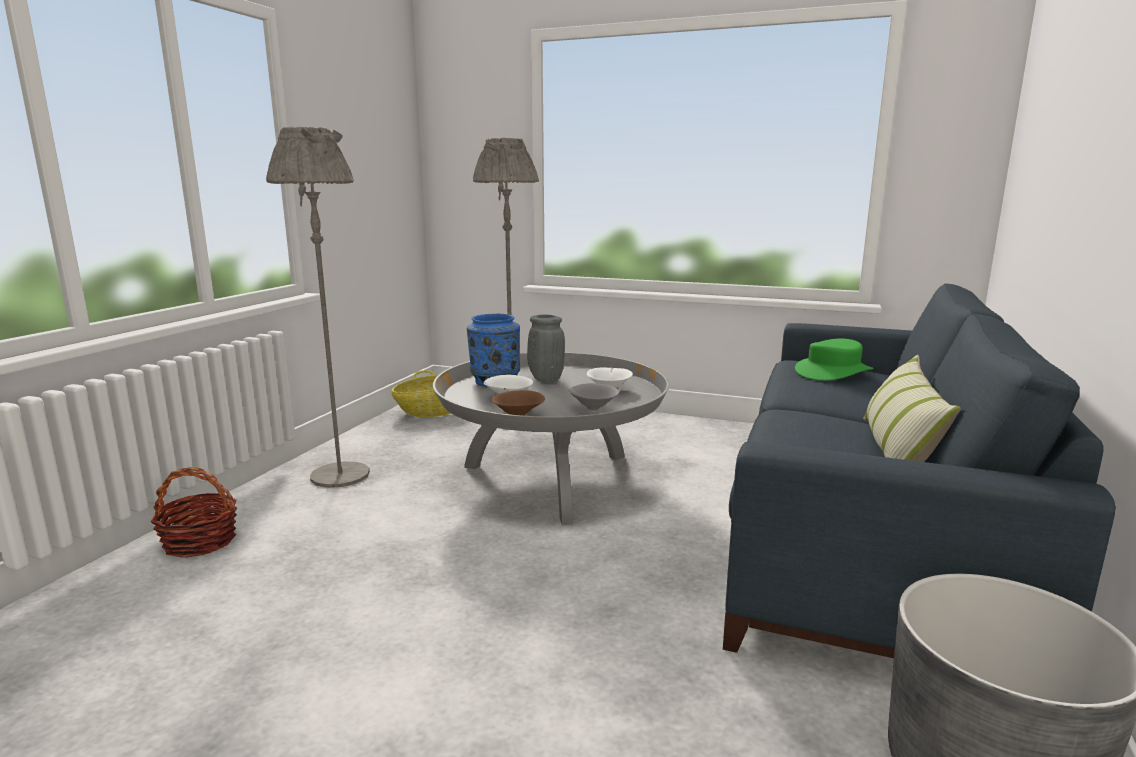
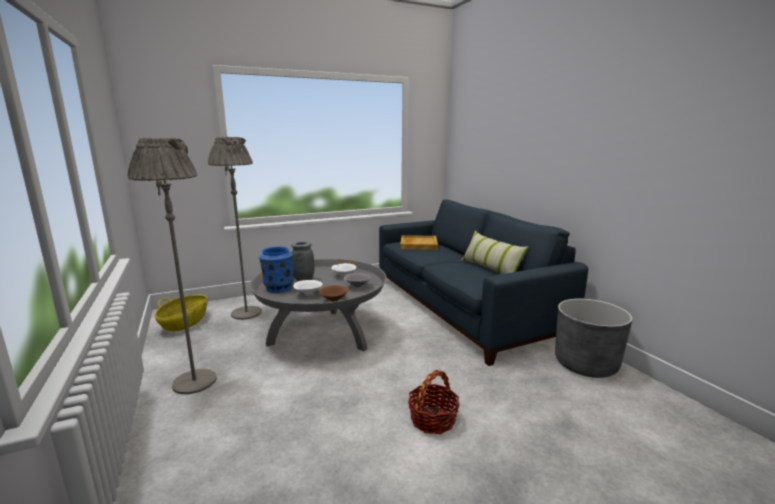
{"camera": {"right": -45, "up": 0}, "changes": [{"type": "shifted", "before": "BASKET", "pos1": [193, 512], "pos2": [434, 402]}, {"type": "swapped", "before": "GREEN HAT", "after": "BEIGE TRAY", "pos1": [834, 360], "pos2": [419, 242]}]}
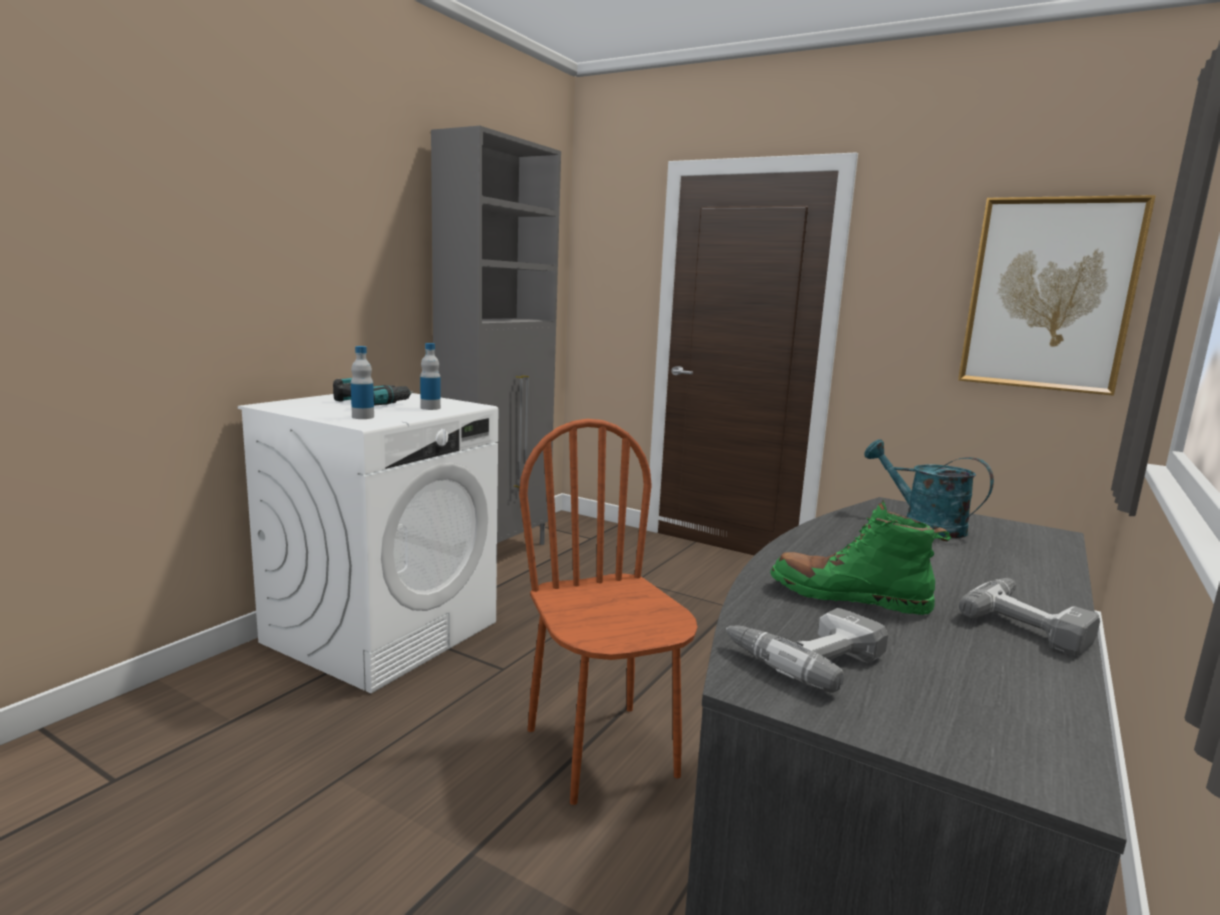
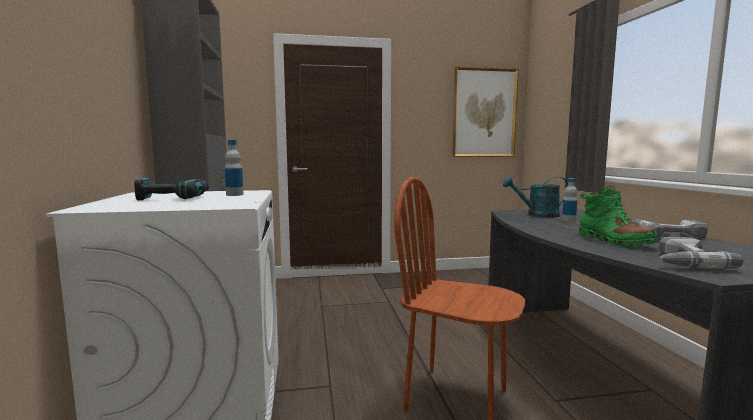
{"camera": {"right": -40, "up": -5}, "changes": [{"type": "shifted", "before": "BOTTLE", "pos1": [362, 382], "pos2": [569, 200]}, {"type": "rotated", "before": "GREEN BOOT", "pos1": [860, 557], "pos2": [619, 216], "turn": -90}]}
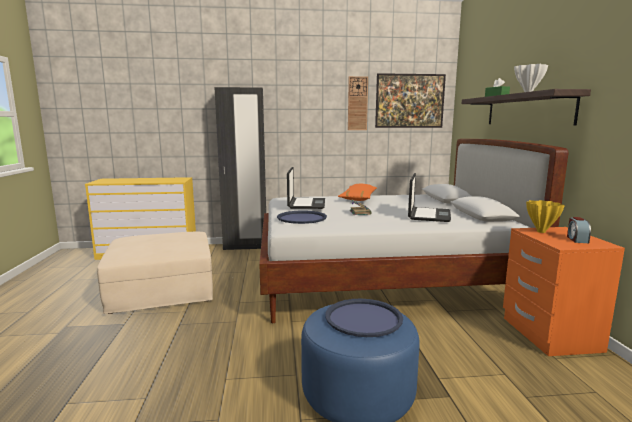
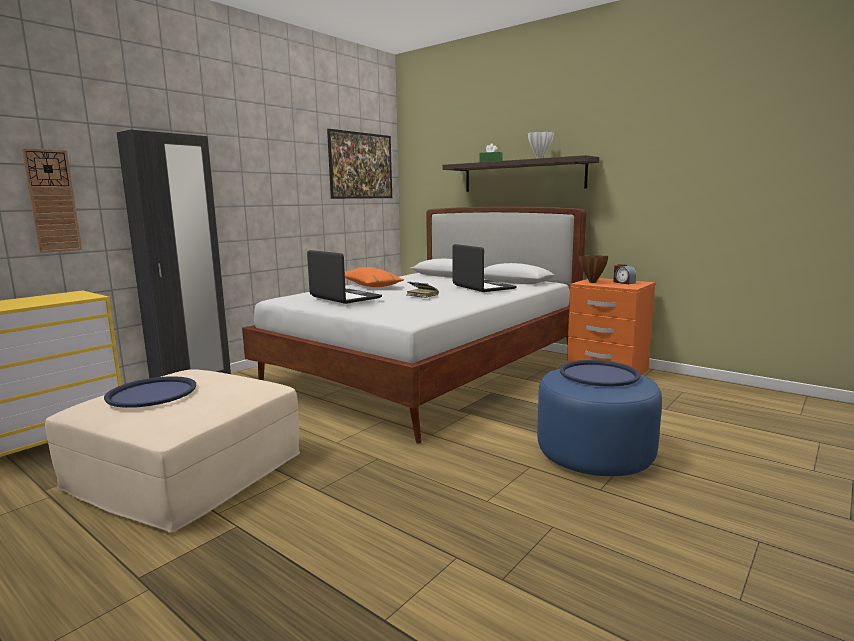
{"camera": {"right": -45, "up": 0}, "changes": [{"type": "shifted", "before": "BLUE TRAY", "pos1": [302, 217], "pos2": [150, 392]}, {"type": "shifted", "before": "WALL CLOCK", "pos1": [358, 103], "pos2": [52, 200]}, {"type": "repainted", "before": "YELLOW VASE", "after": "BROWN VASE", "pos1": [545, 216], "pos2": [593, 269]}]}
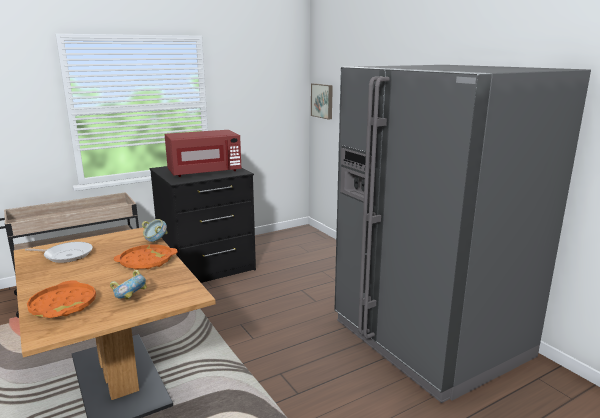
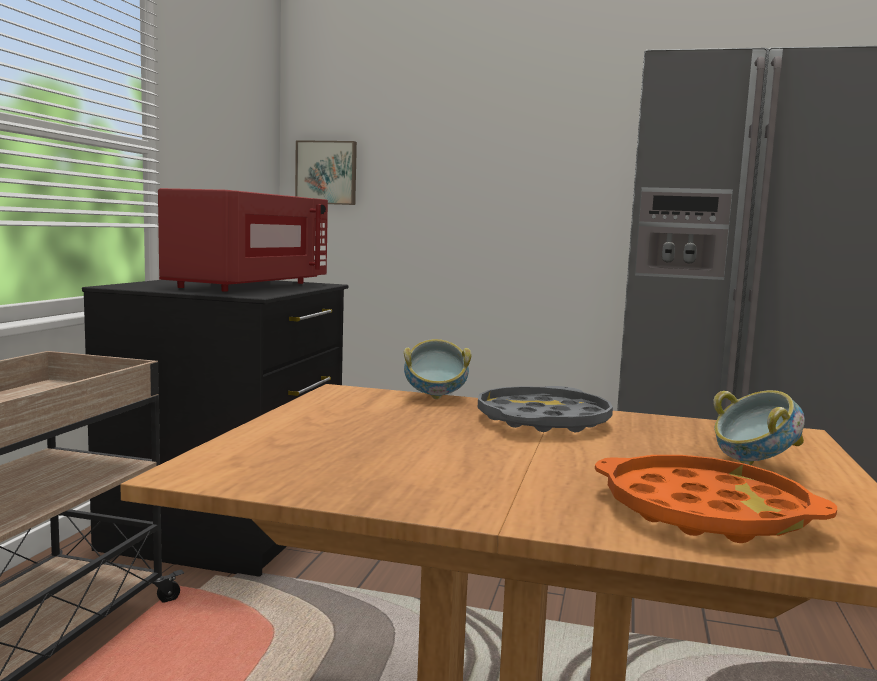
{"camera": {"right": -45, "up": -10}, "changes": [{"type": "gone", "before": "FRYING PAN", "pos1": [59, 252]}, {"type": "repainted", "before": "ORANGE TRAY", "after": "GREY TRAY", "pos1": [146, 257], "pos2": [545, 409]}]}
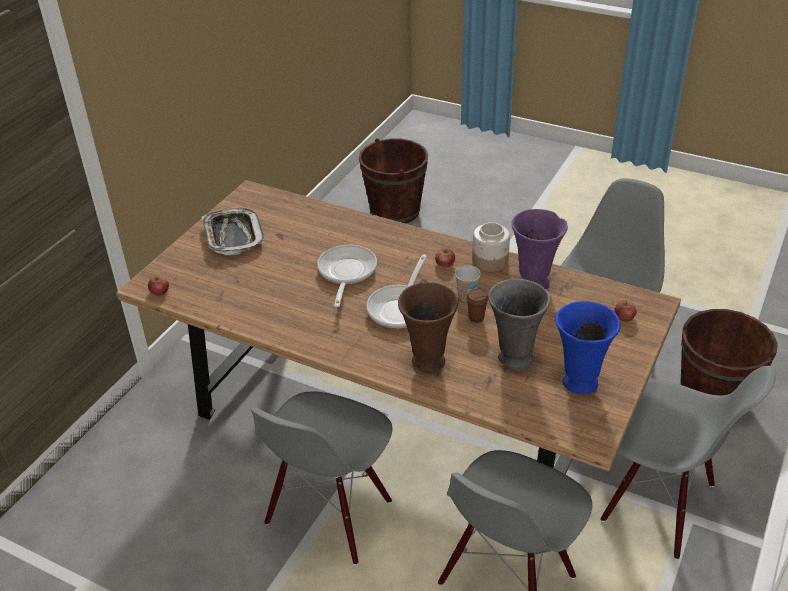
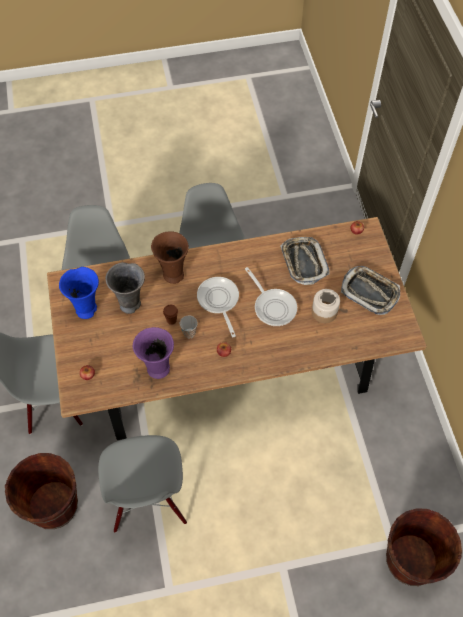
{"camera": {"right": 140, "up": 20}, "changes": [{"type": "new", "after": "TRAY", "pos2": [305, 261]}, {"type": "shifted", "before": "JAR", "pos1": [491, 247], "pos2": [326, 306]}]}
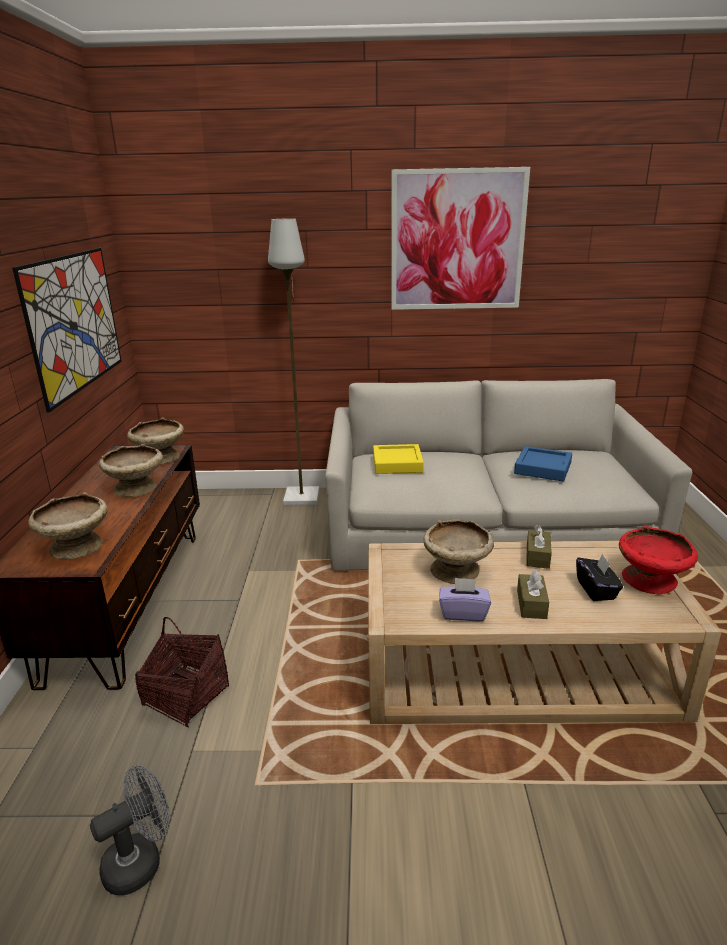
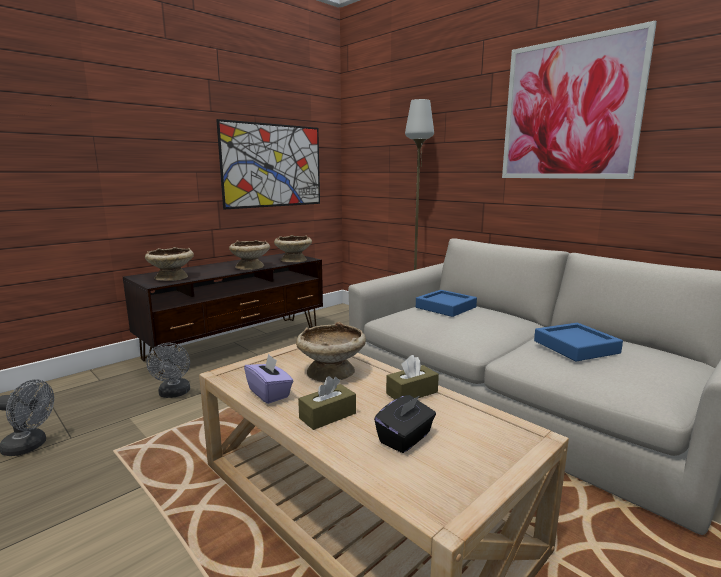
{"camera": {"right": 45, "up": -10}, "changes": [{"type": "gone", "before": "RED BOWL", "pos1": [658, 560]}, {"type": "swapped", "before": "BASKET", "after": "GREY FAN", "pos1": [182, 672], "pos2": [168, 370]}, {"type": "repainted", "before": "YELLOW TRAY", "after": "BLUE TRAY", "pos1": [398, 459], "pos2": [446, 303]}]}
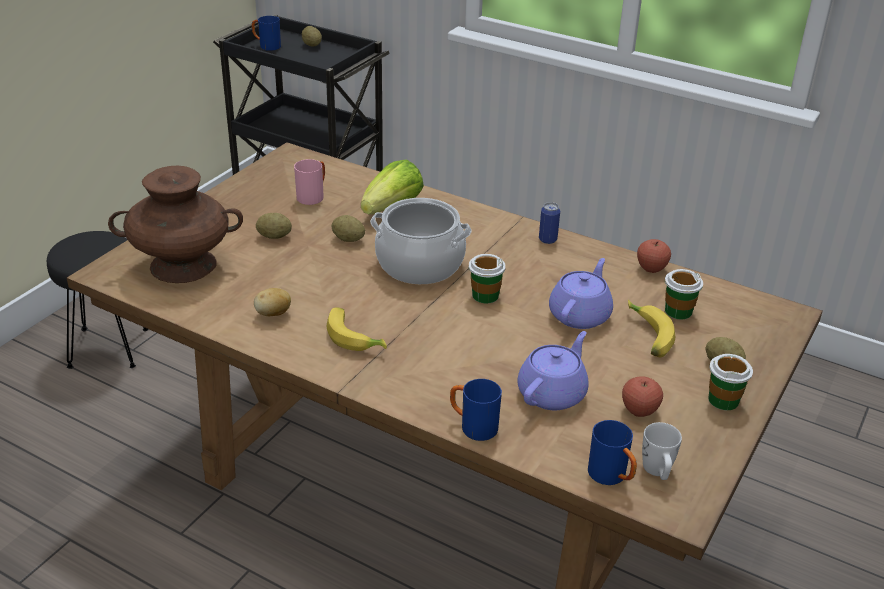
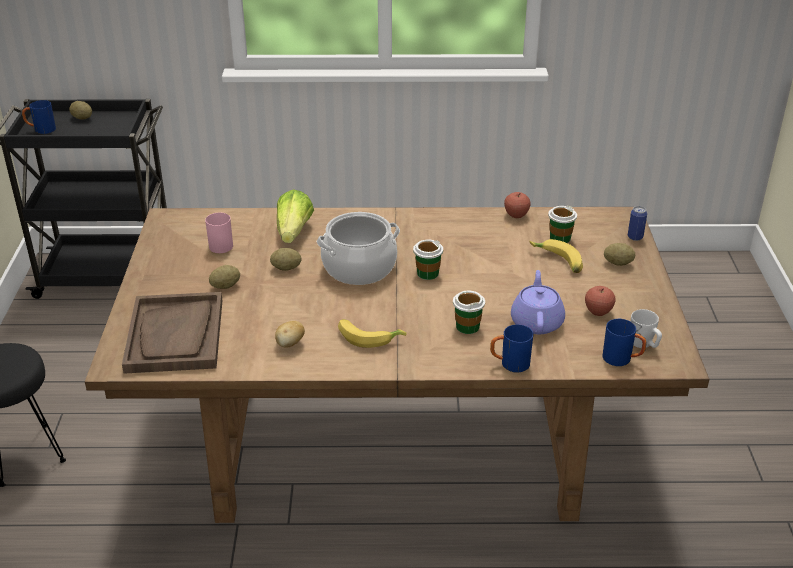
{"camera": {"right": -30, "up": 0}, "changes": [{"type": "gone", "before": "PURPLE TEAPOT", "pos1": [581, 293]}, {"type": "shifted", "before": "CAN", "pos1": [549, 223], "pos2": [637, 223]}, {"type": "shifted", "before": "CUP", "pos1": [730, 382], "pos2": [469, 312]}, {"type": "swapped", "before": "BROWN VASE", "after": "BROWN TRAY", "pos1": [175, 224], "pos2": [172, 333]}]}
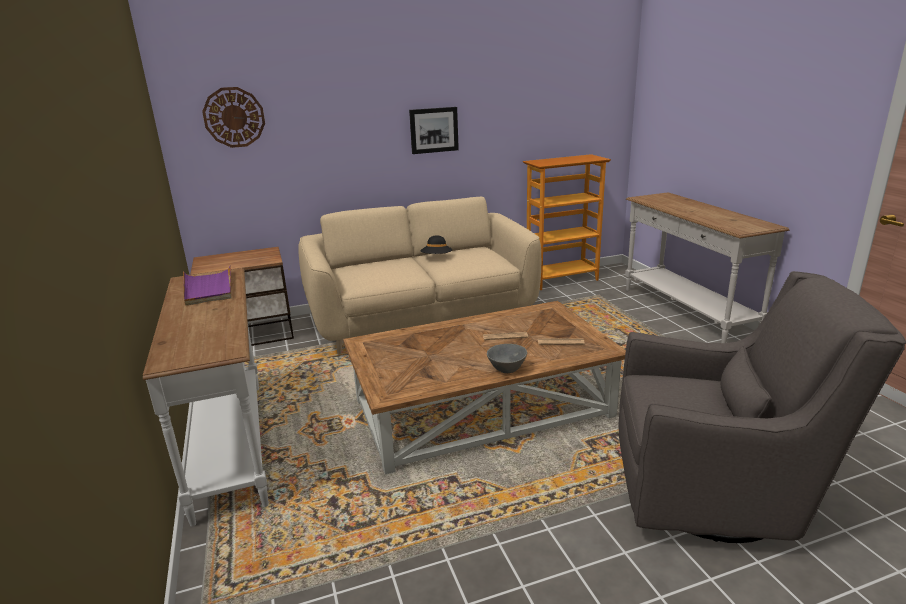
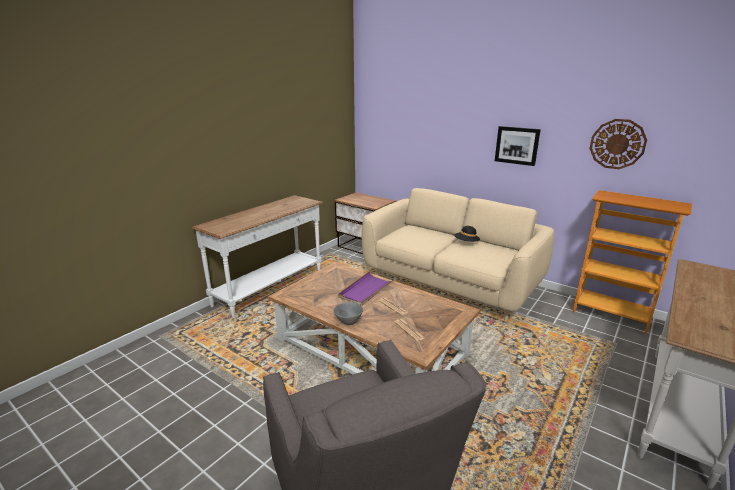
{"camera": {"right": 55, "up": 0}, "changes": [{"type": "shifted", "before": "PURPLE TRAY", "pos1": [207, 285], "pos2": [366, 288]}, {"type": "shifted", "before": "WALL CLOCK", "pos1": [233, 117], "pos2": [618, 144]}]}
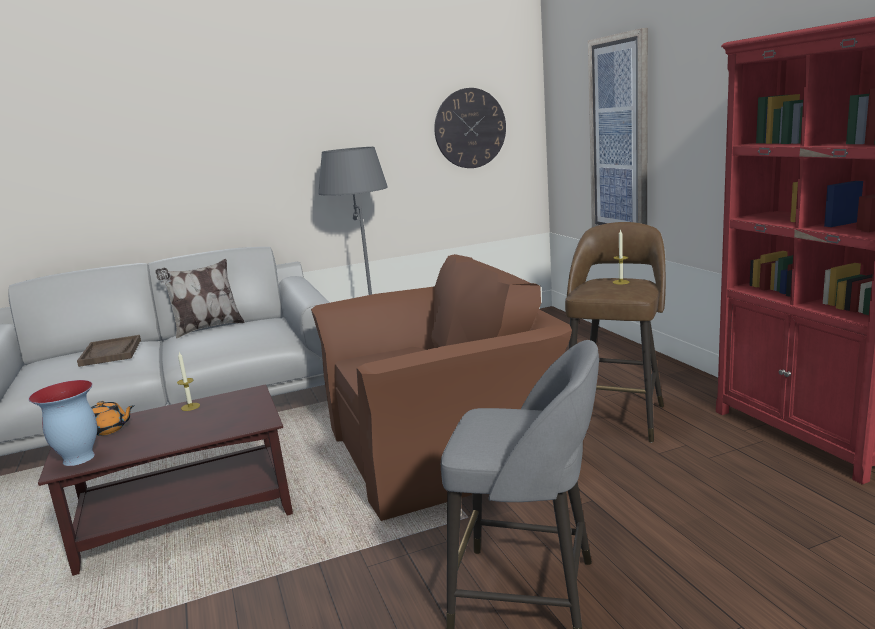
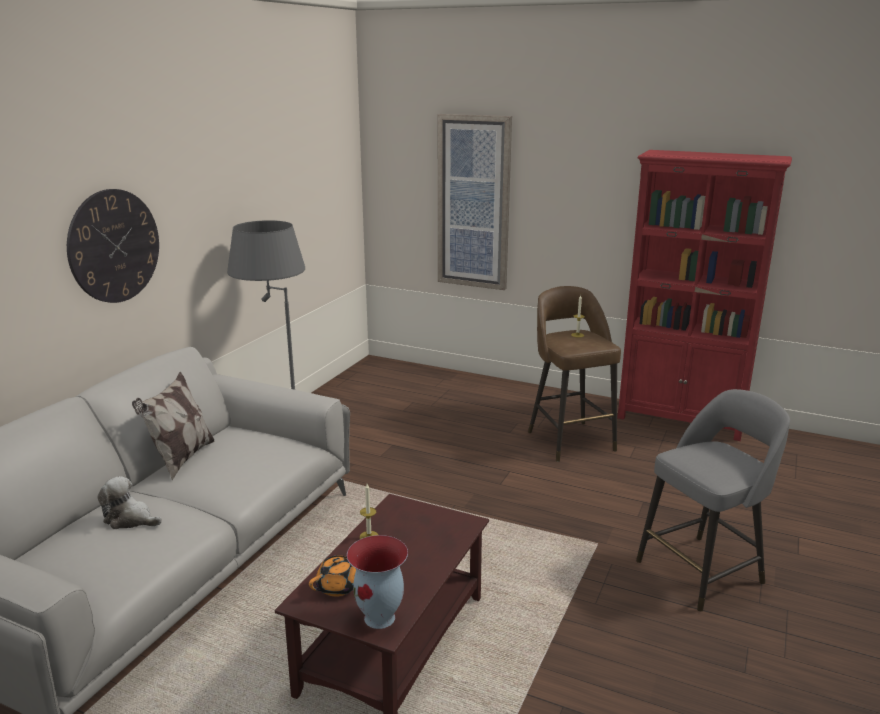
{"camera": {"right": -45, "up": 5}, "changes": [{"type": "gone", "before": "BROWN ARMCHAIR", "pos1": [441, 387]}, {"type": "shifted", "before": "WALL CLOCK", "pos1": [470, 128], "pos2": [113, 246]}, {"type": "swapped", "before": "BROWN TRAY", "after": "PLUSH TOY", "pos1": [109, 351], "pos2": [130, 502]}]}
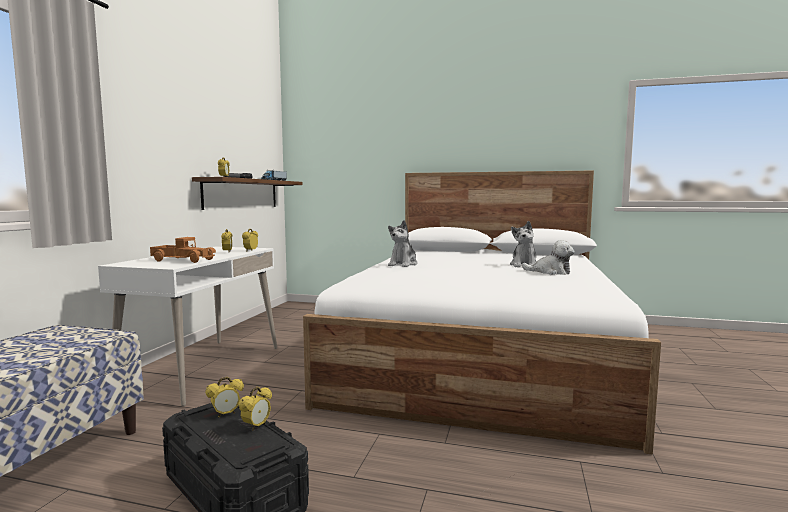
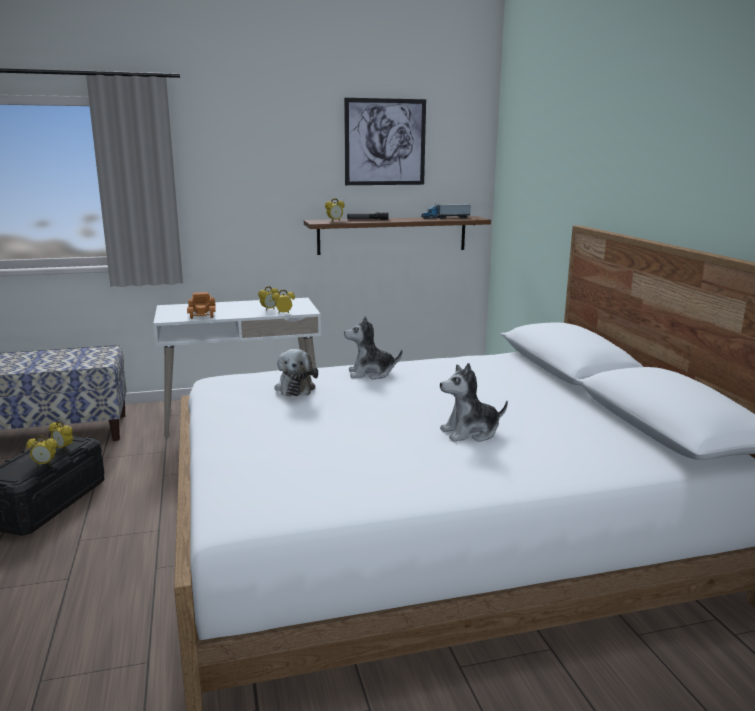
{"camera": {"right": 60, "up": 10}, "changes": [{"type": "new", "after": "PICTURE", "pos2": [385, 141]}, {"type": "shifted", "before": "PLUSH TOY", "pos1": [548, 257], "pos2": [296, 372]}]}
